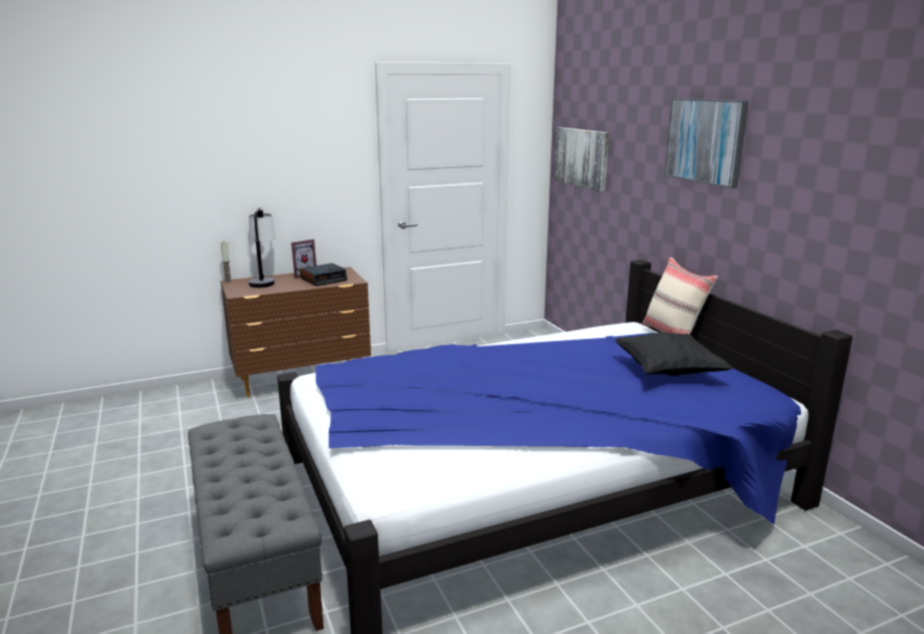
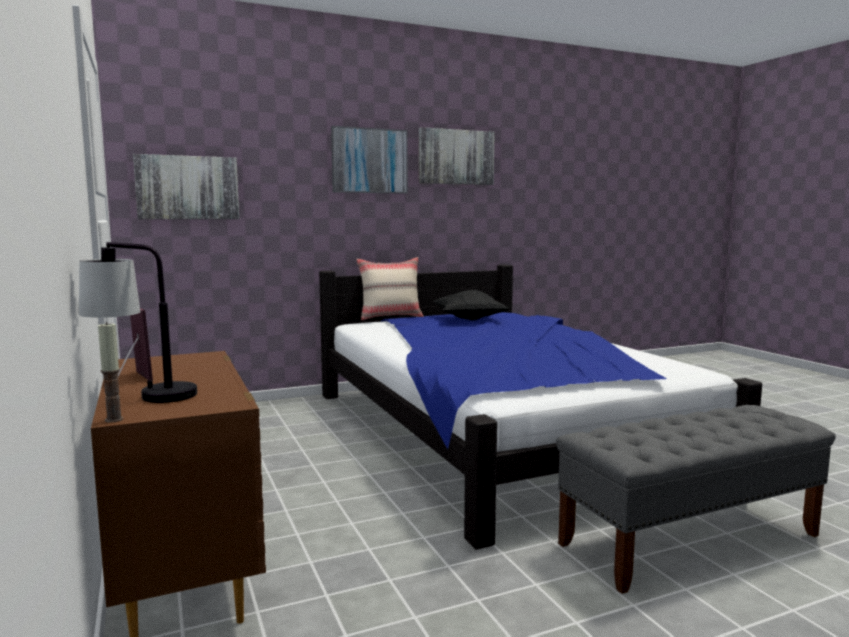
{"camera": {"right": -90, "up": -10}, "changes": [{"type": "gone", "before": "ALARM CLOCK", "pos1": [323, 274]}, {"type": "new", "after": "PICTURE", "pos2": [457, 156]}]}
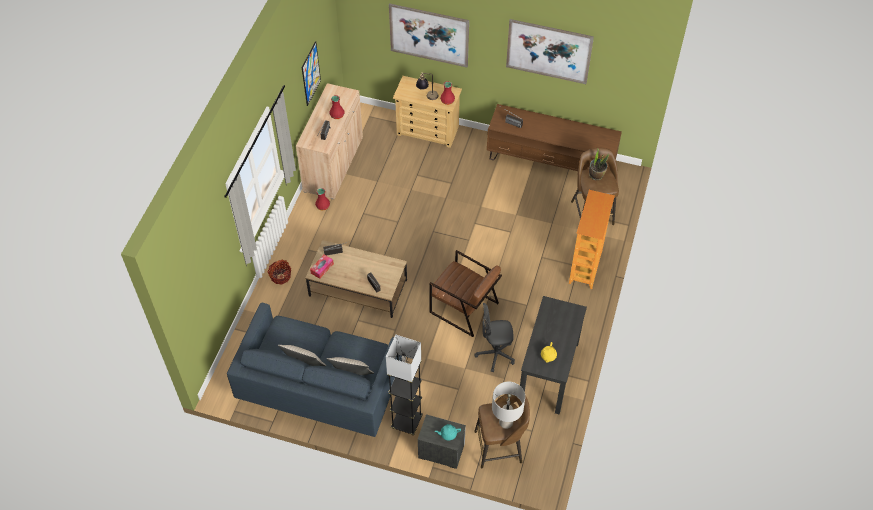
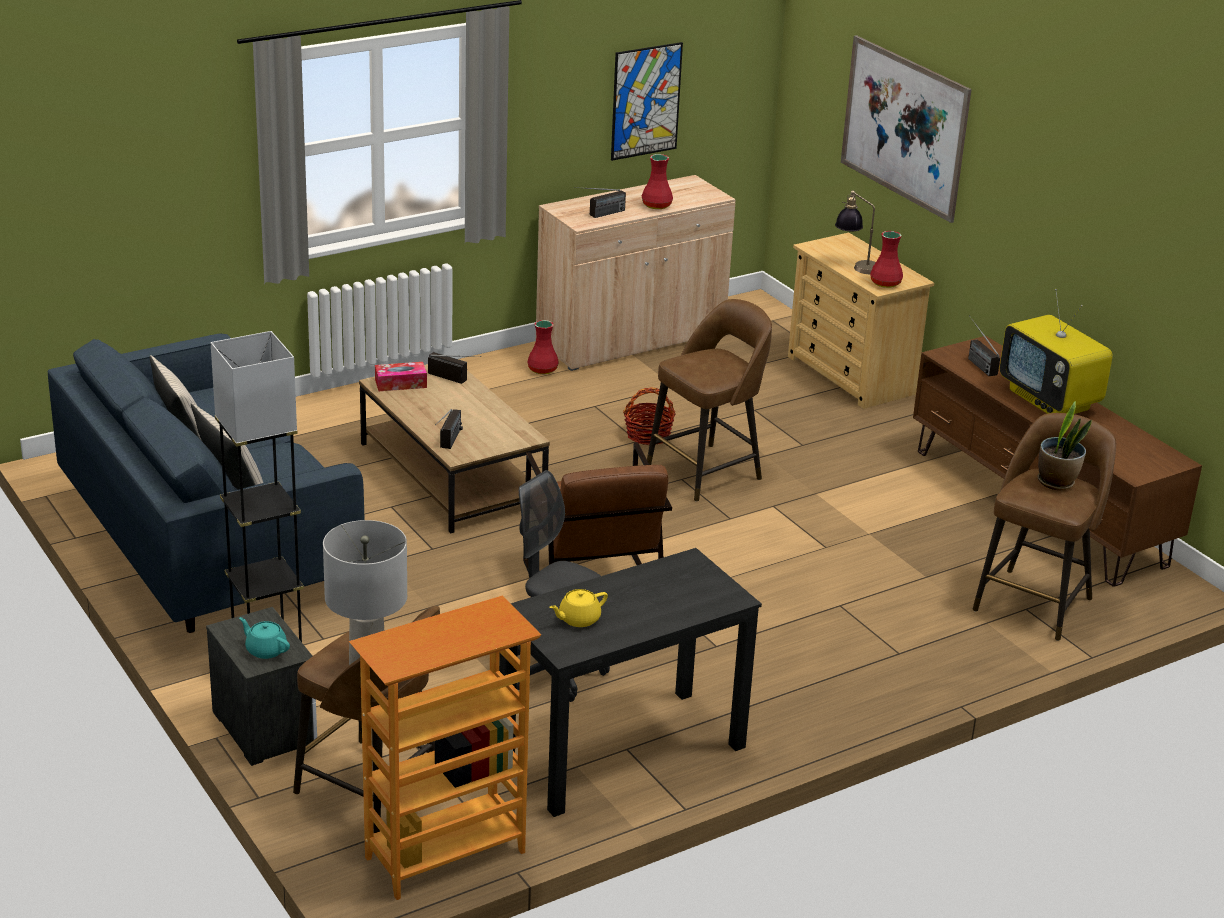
{"camera": {"right": 40, "up": -25}, "changes": [{"type": "gone", "before": "PICTURE", "pos1": [550, 51]}, {"type": "new", "after": "BROWN STOOL", "pos2": [709, 400]}, {"type": "new", "after": "TELEVISION", "pos2": [1056, 351]}, {"type": "shifted", "before": "BASKET", "pos1": [279, 272], "pos2": [649, 416]}, {"type": "shifted", "before": "BOOKCASE", "pos1": [592, 239], "pos2": [445, 747]}]}
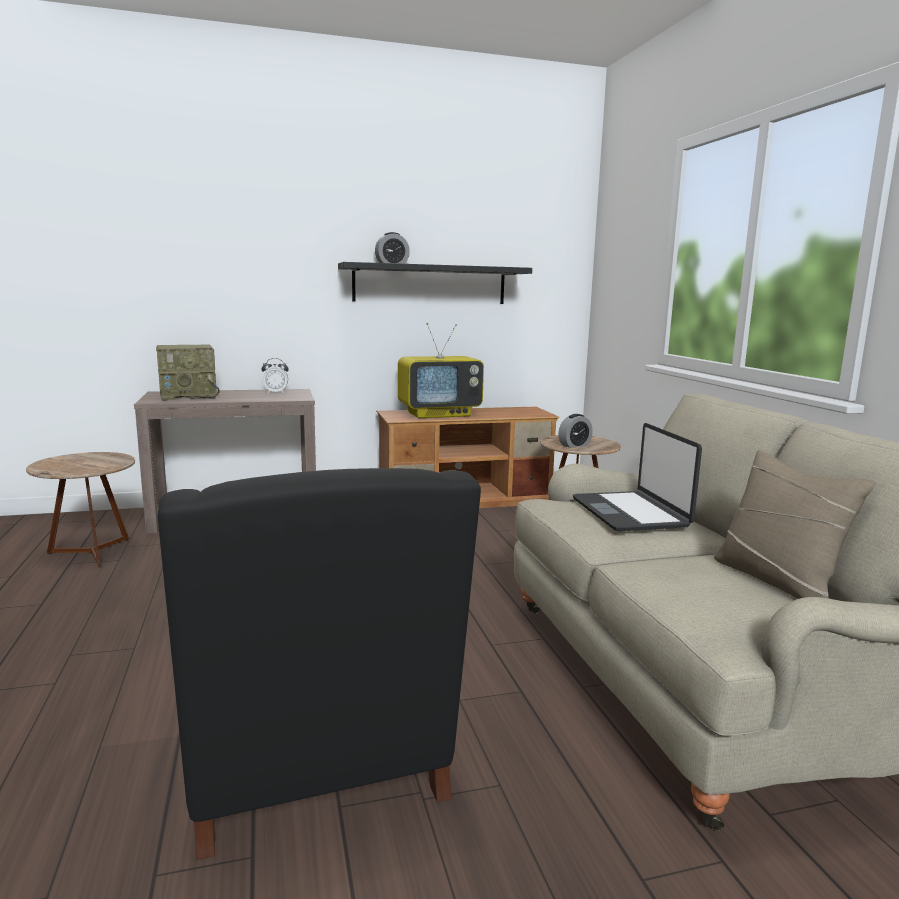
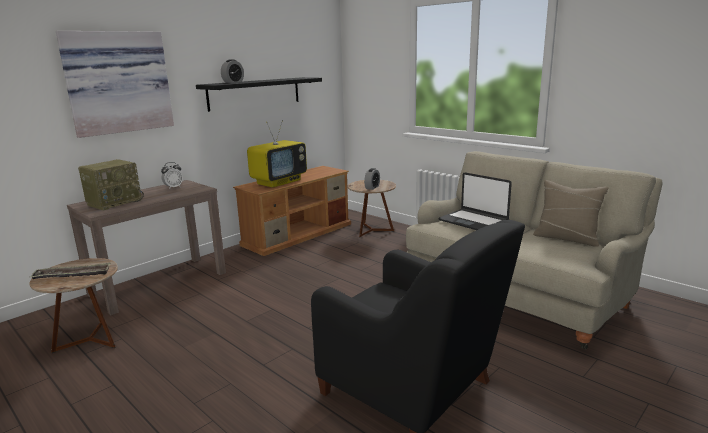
{"camera": {"right": -30, "up": 5}, "changes": [{"type": "new", "after": "TRAY", "pos2": [70, 270]}, {"type": "new", "after": "PICTURE", "pos2": [115, 84]}]}
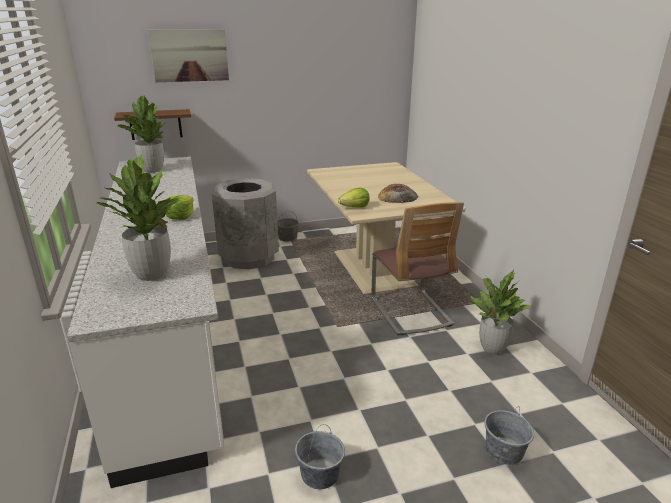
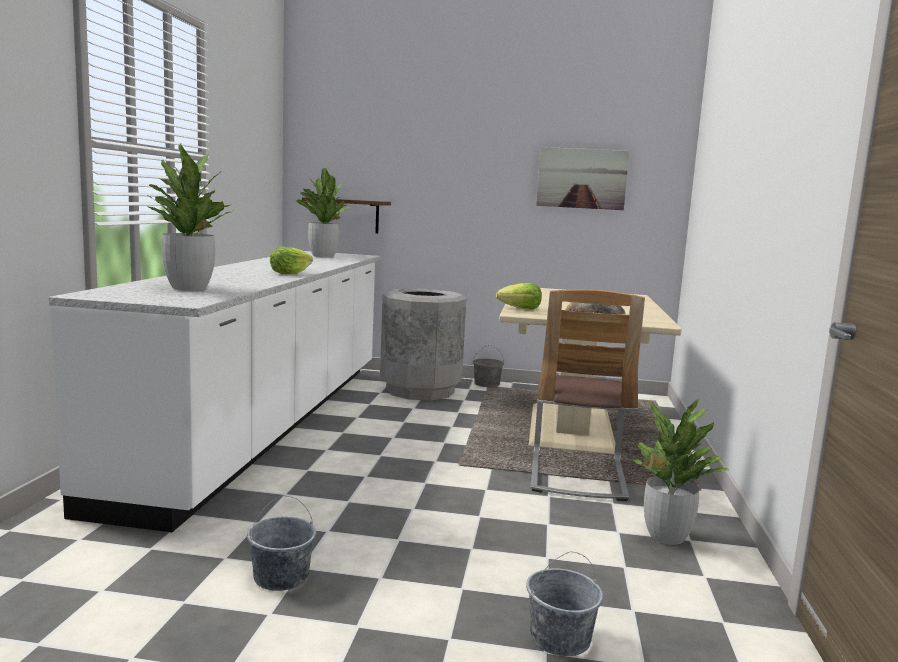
{"camera": {"right": 25, "up": -15}, "changes": [{"type": "shifted", "before": "PICTURE", "pos1": [188, 55], "pos2": [582, 178]}]}
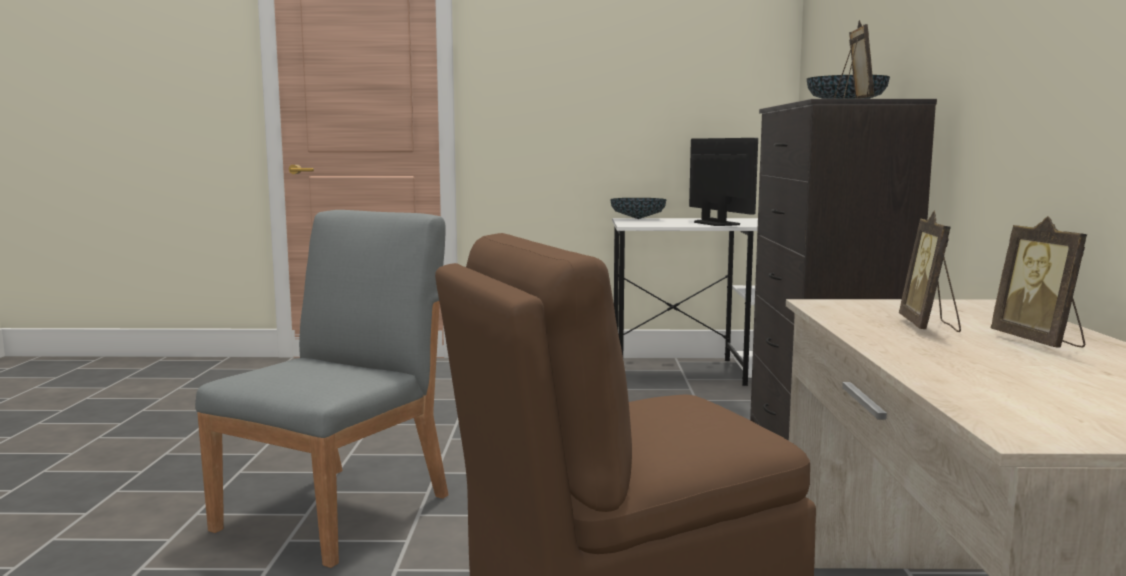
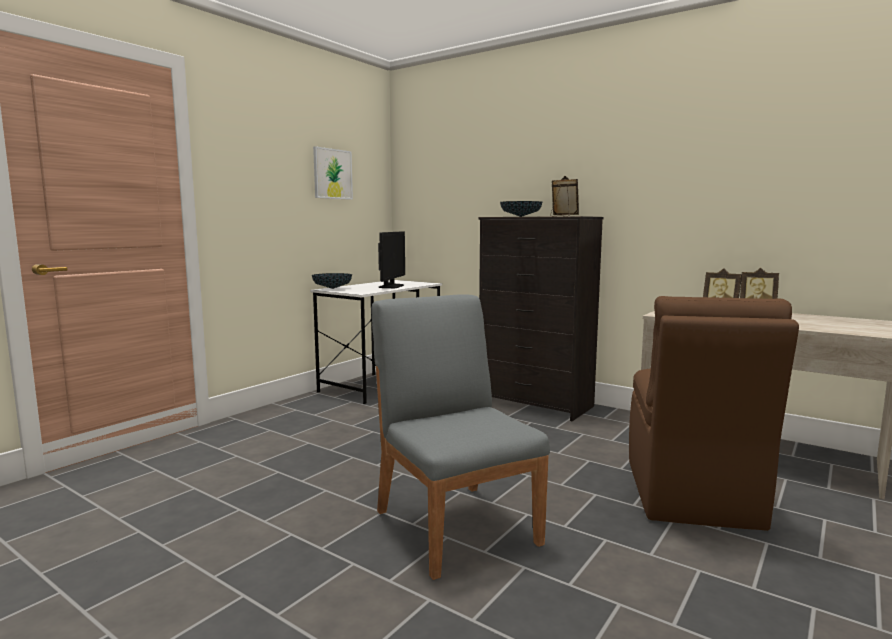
{"camera": {"right": -55, "up": 0}, "changes": [{"type": "new", "after": "PICTURE", "pos2": [333, 173]}, {"type": "rotated", "before": "MONITOR", "pos1": [723, 182], "pos2": [391, 259], "turn": 90}]}
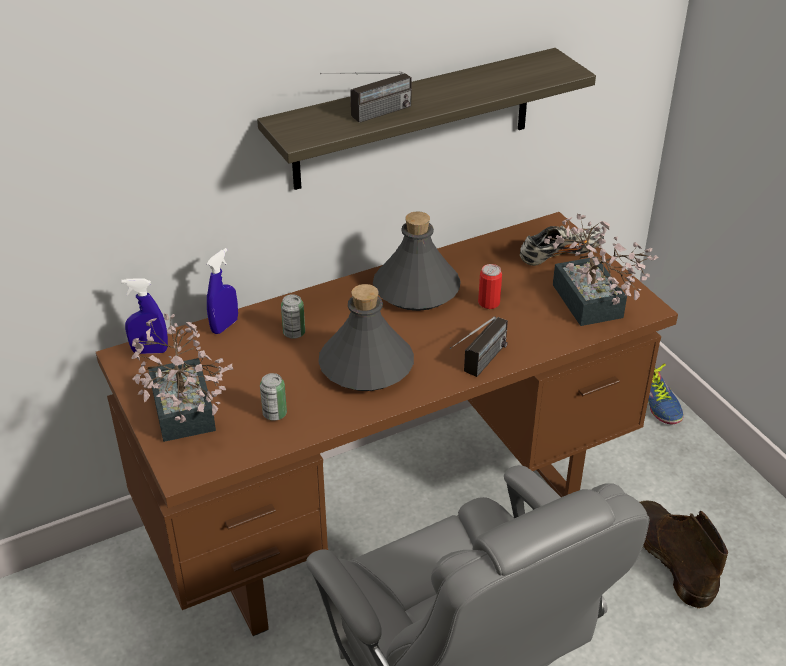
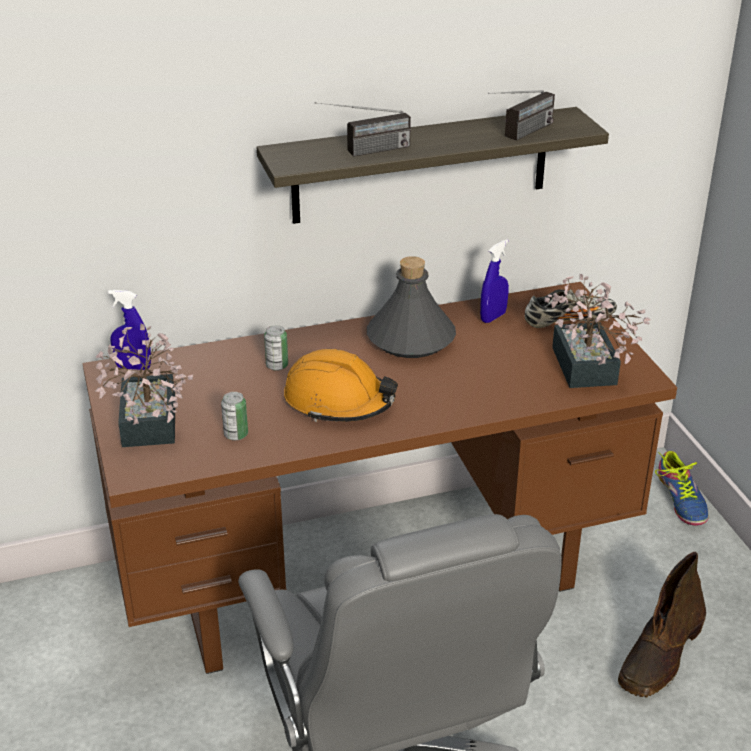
{"camera": {"right": 10, "up": -5}, "changes": [{"type": "gone", "before": "CAN", "pos1": [490, 286]}, {"type": "shifted", "before": "BLUE SPRAY BOTTLE", "pos1": [222, 291], "pos2": [494, 281]}, {"type": "shifted", "before": "RADIO", "pos1": [479, 346], "pos2": [521, 115]}, {"type": "swapped", "before": "GREY BOTTLE", "after": "ORANGE HARD HAT", "pos1": [366, 337], "pos2": [341, 385]}, {"type": "rotated", "before": "BROWN BOOT", "pos1": [684, 554], "pos2": [662, 624], "turn": -135}]}
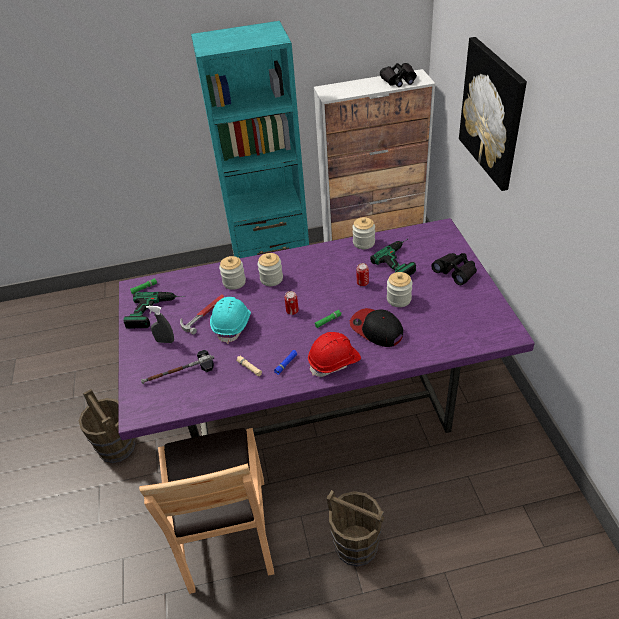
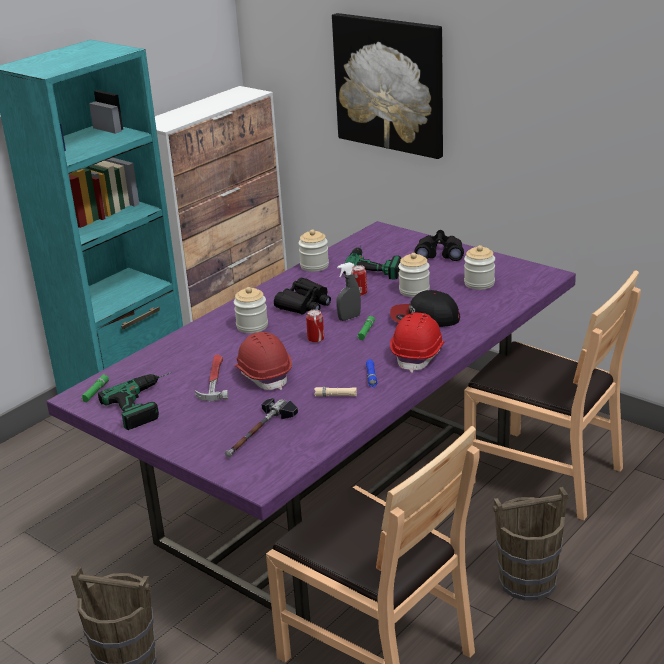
{"camera": {"right": -40, "up": -15}, "changes": [{"type": "new", "after": "BROWN CHAIR", "pos2": [552, 395]}, {"type": "shifted", "before": "GREY SPRAY BOTTLE", "pos1": [160, 324], "pos2": [348, 291]}, {"type": "shifted", "before": "JAR", "pos1": [232, 273], "pos2": [479, 267]}, {"type": "shifted", "before": "BLACK BINOCULARS", "pos1": [398, 75], "pos2": [302, 296]}, {"type": "repainted", "before": "TURQUOISE HARD HAT", "after": "RED HARD HAT", "pos1": [230, 320], "pos2": [263, 361]}]}
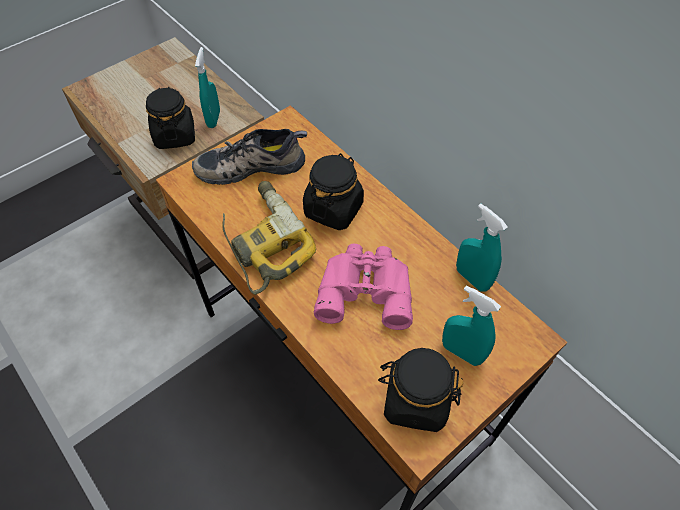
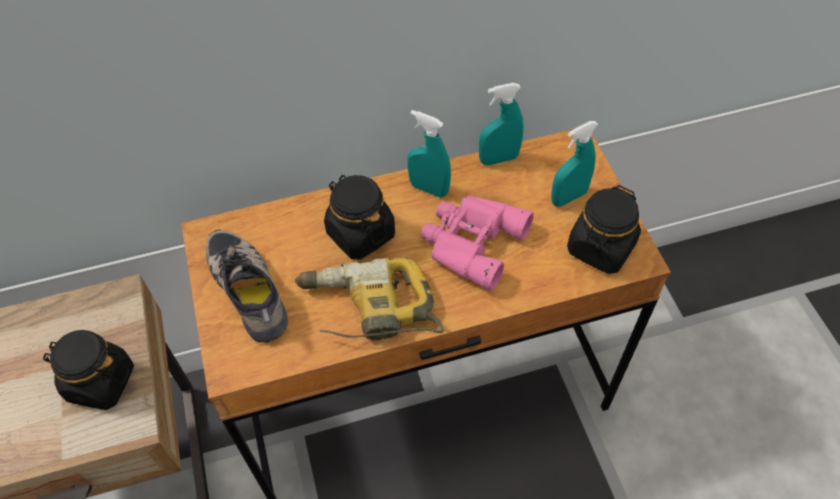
{"camera": {"right": -65, "up": 0}, "changes": [{"type": "shifted", "before": "TURQUOISE SPRAY BOTTLE", "pos1": [207, 87], "pos2": [429, 154]}, {"type": "rotated", "before": "SHOE", "pos1": [249, 157], "pos2": [247, 286], "turn": 135}]}
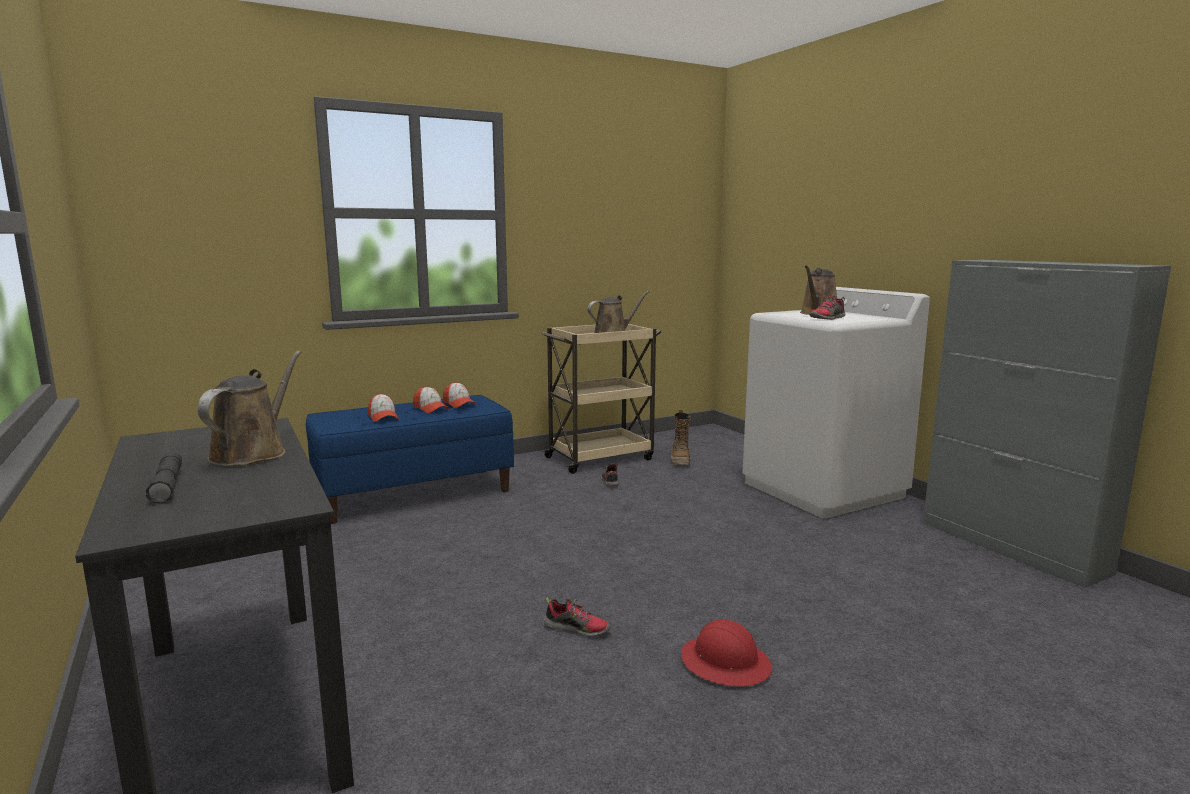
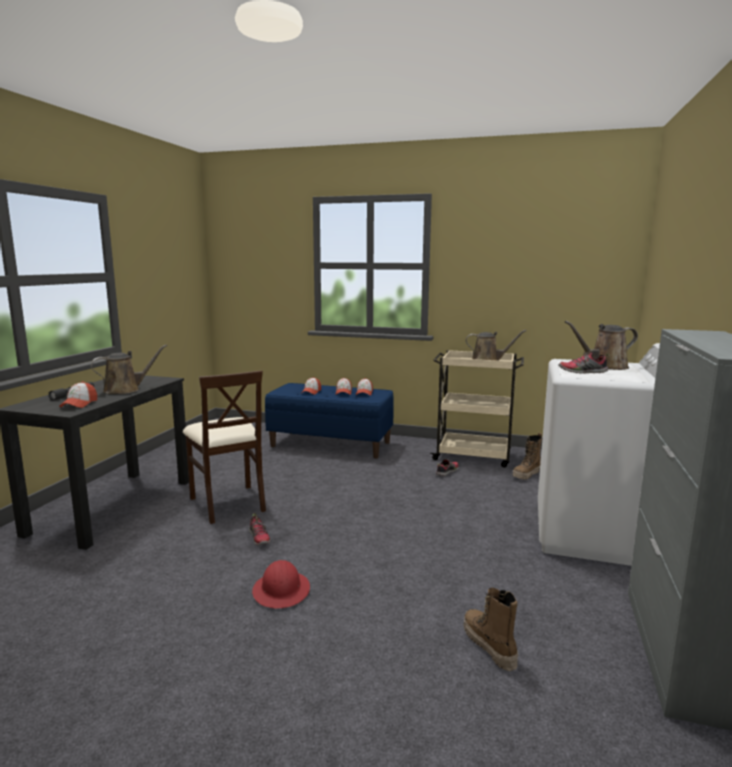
{"camera": {"right": 45, "up": 0}, "changes": [{"type": "new", "after": "CAP", "pos2": [78, 395]}, {"type": "new", "after": "BEIGE CHAIR", "pos2": [224, 447]}, {"type": "new", "after": "BOOT", "pos2": [491, 629]}]}
